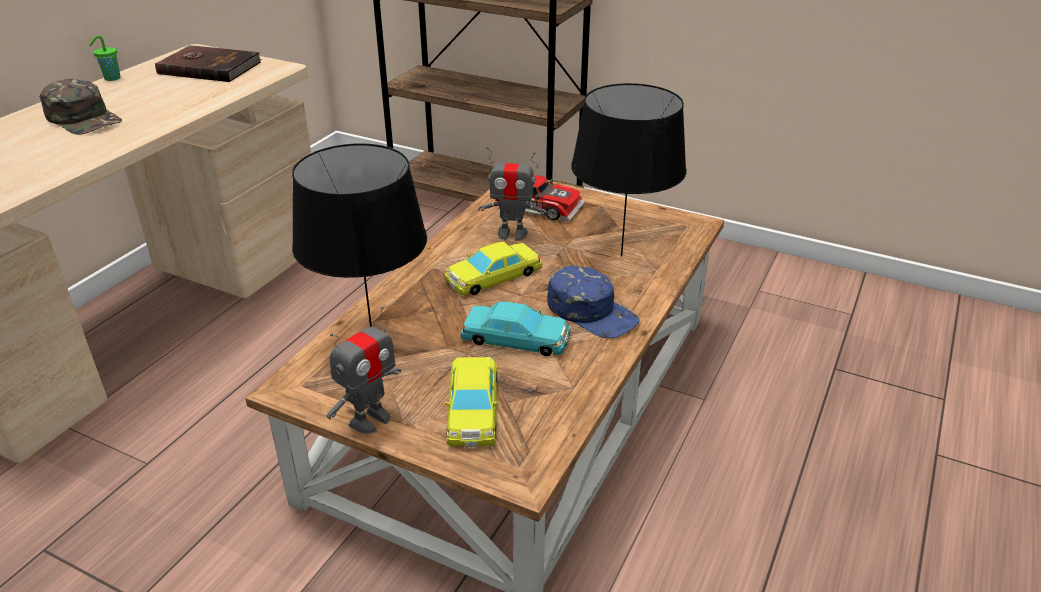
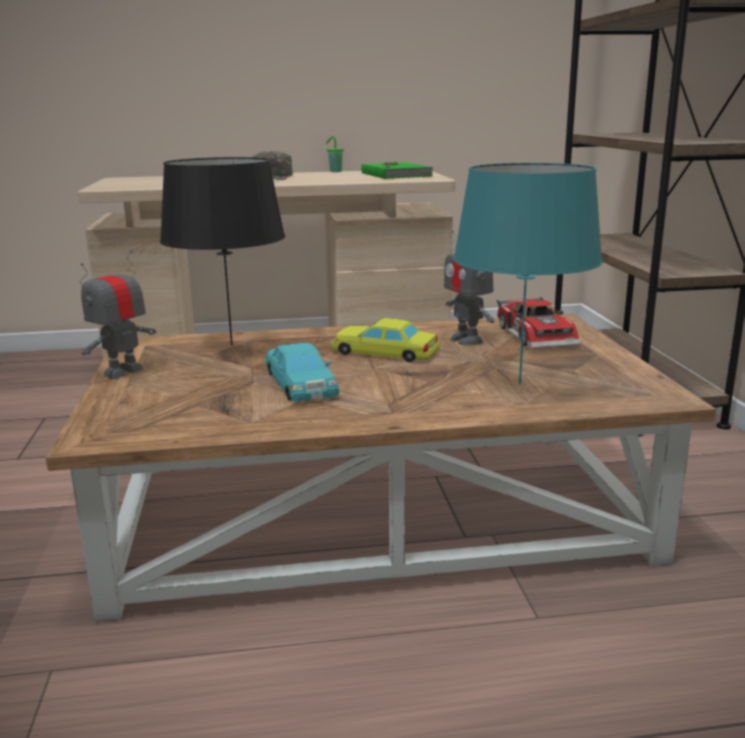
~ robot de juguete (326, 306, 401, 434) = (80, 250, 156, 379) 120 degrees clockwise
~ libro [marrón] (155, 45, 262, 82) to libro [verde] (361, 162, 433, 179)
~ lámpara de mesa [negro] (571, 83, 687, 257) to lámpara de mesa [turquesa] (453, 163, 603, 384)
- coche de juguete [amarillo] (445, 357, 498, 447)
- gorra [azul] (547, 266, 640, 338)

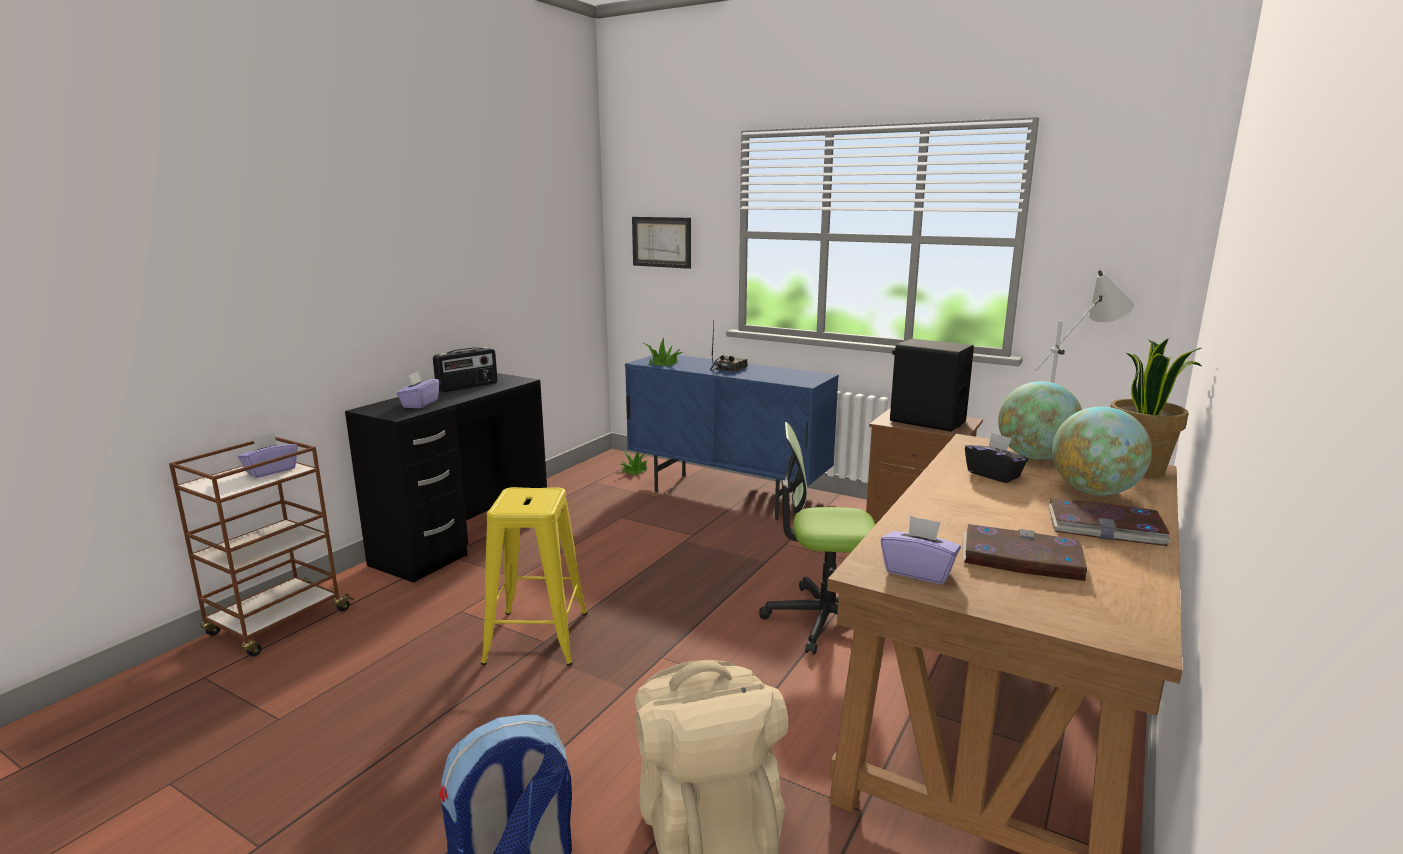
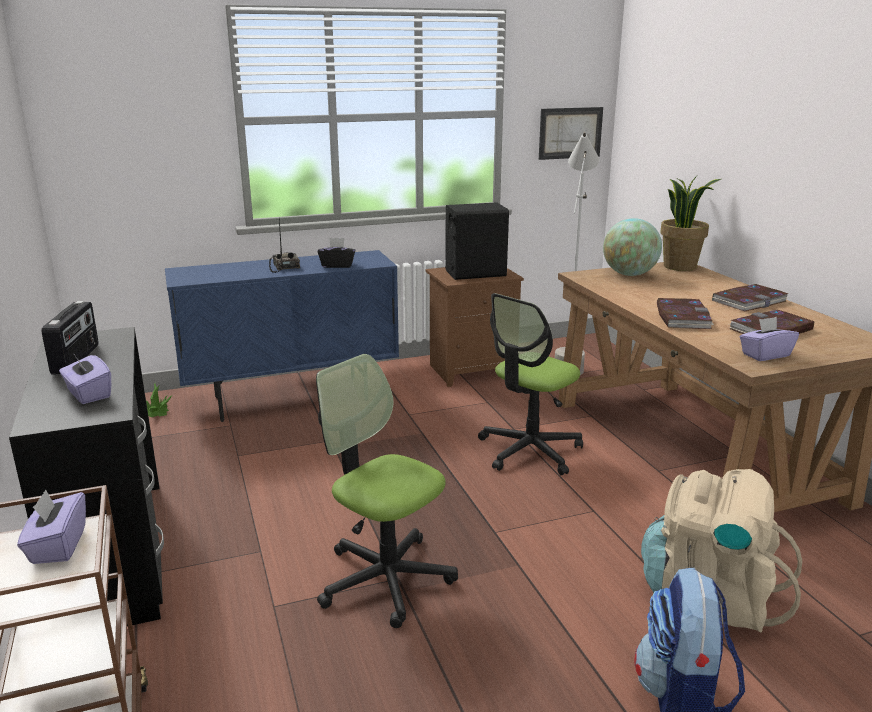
~ taburete [amarillo] (481, 487, 587, 666) to silla de oficina (316, 354, 458, 628)
~ caja de pañuelos [negro] (965, 433, 1028, 483) to (318, 238, 355, 268)
~ cuadro (632, 217, 691, 269) to (539, 107, 603, 160)
+ libro (657, 298, 714, 329)
- planta en maceta (642, 337, 683, 366)
- globo terráqueo (1052, 407, 1152, 495)

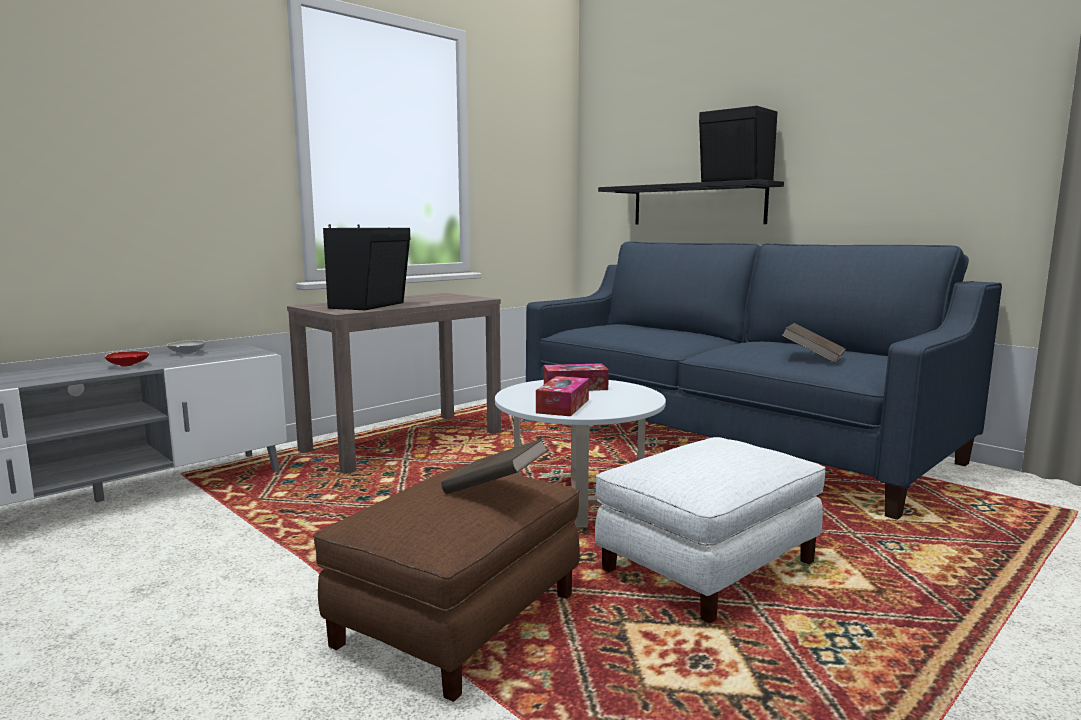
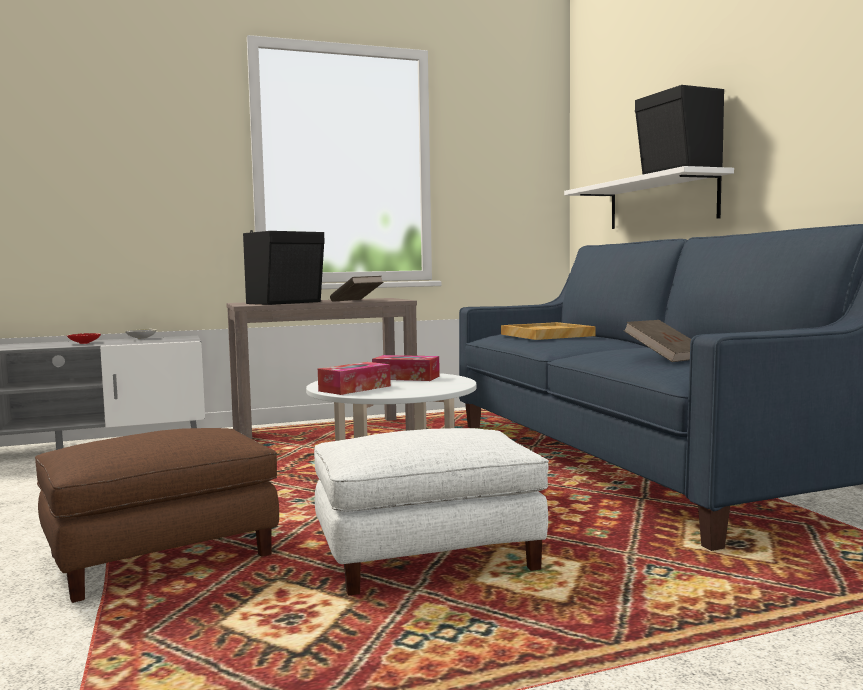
~ libro [marrón] (441, 439, 547, 494) to (330, 276, 383, 302)
+ bandeja [beis] (501, 322, 596, 340)
~ estante [negro] (598, 179, 784, 224) to estante [blanco] (564, 166, 734, 229)

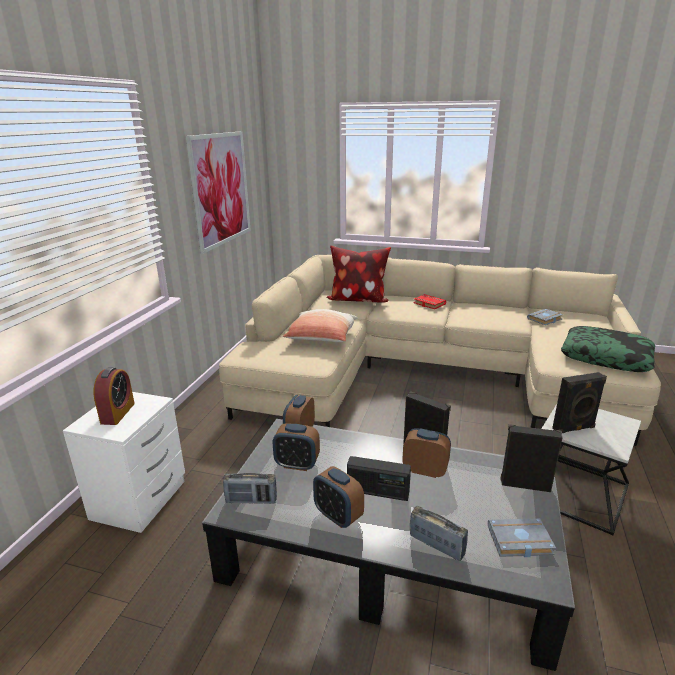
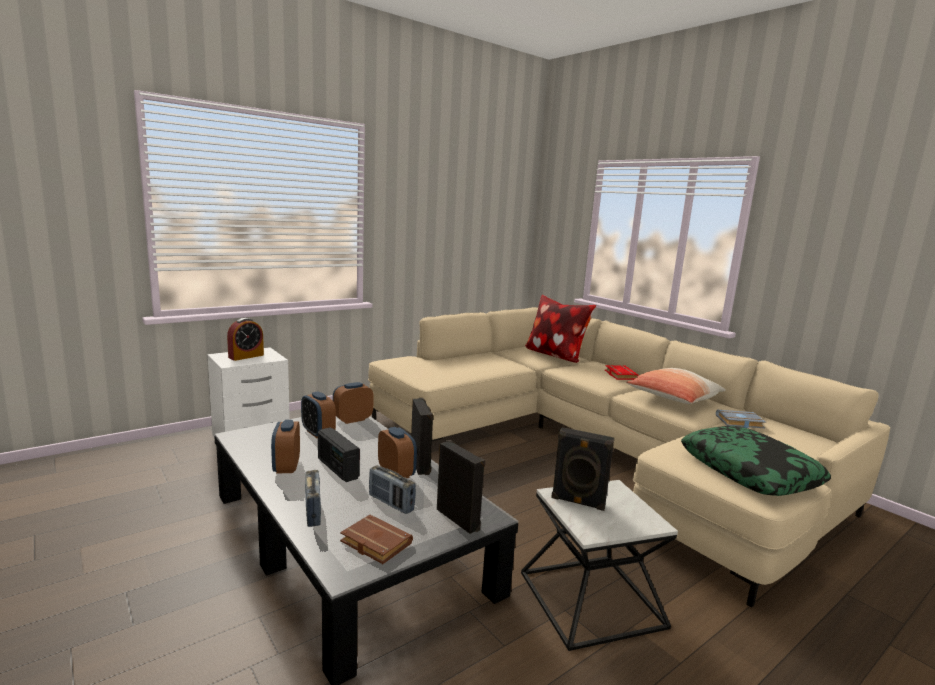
~ libro [gris] (488, 518, 556, 557) to libro [marrón] (340, 515, 413, 564)
~ radio (223, 473, 277, 504) to (369, 465, 416, 514)
~ cojín (283, 309, 358, 342) to (626, 368, 726, 404)
- cuadro (186, 131, 251, 254)

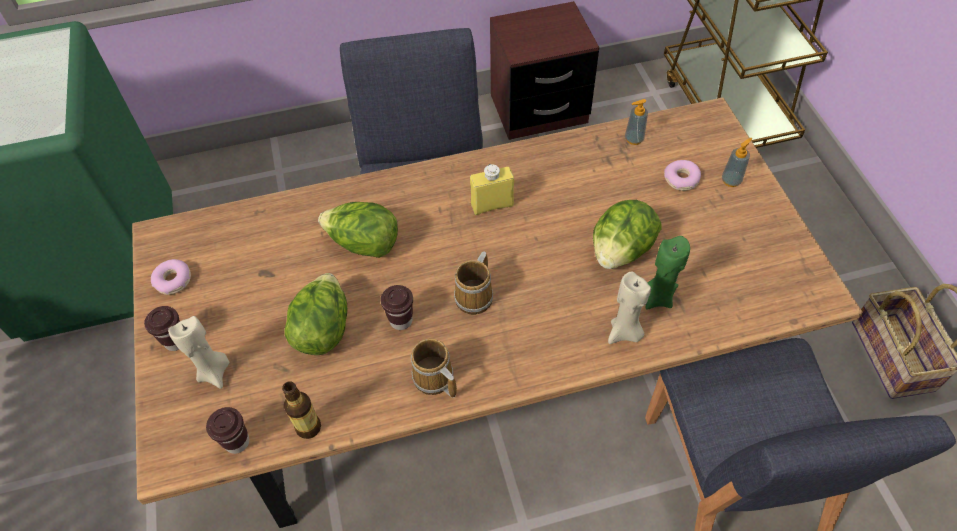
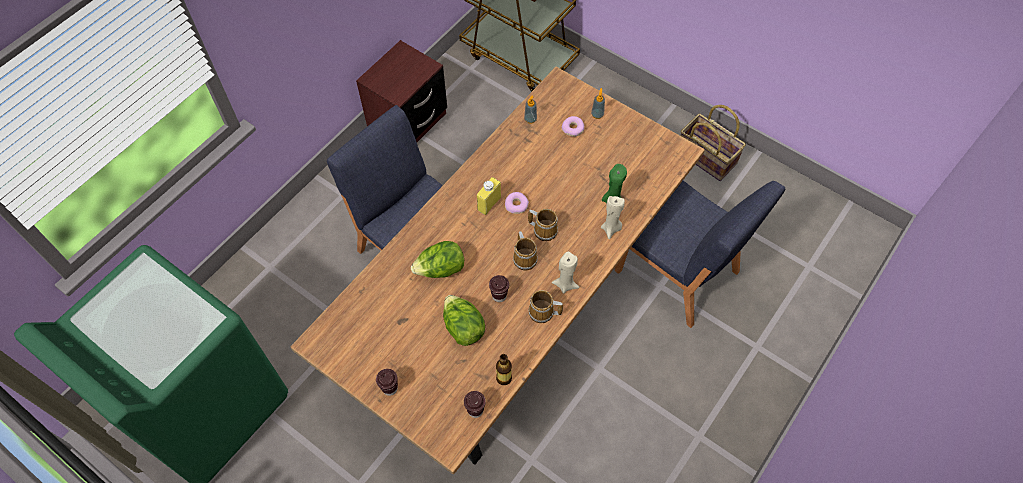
~ rosquilla (151, 259, 191, 295) to (505, 192, 529, 214)
+ taza grande (528, 209, 558, 241)
~ vela [beis] (168, 316, 229, 389) to (552, 252, 579, 294)
- lechuga (593, 200, 662, 269)

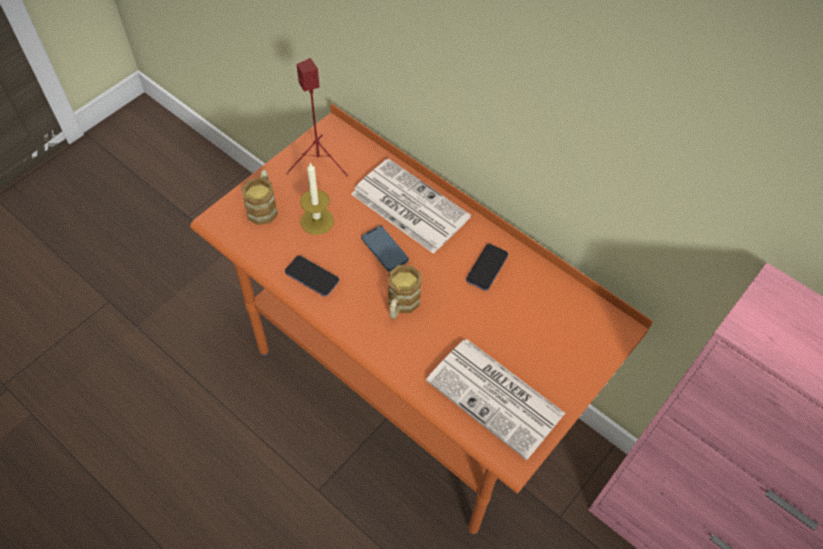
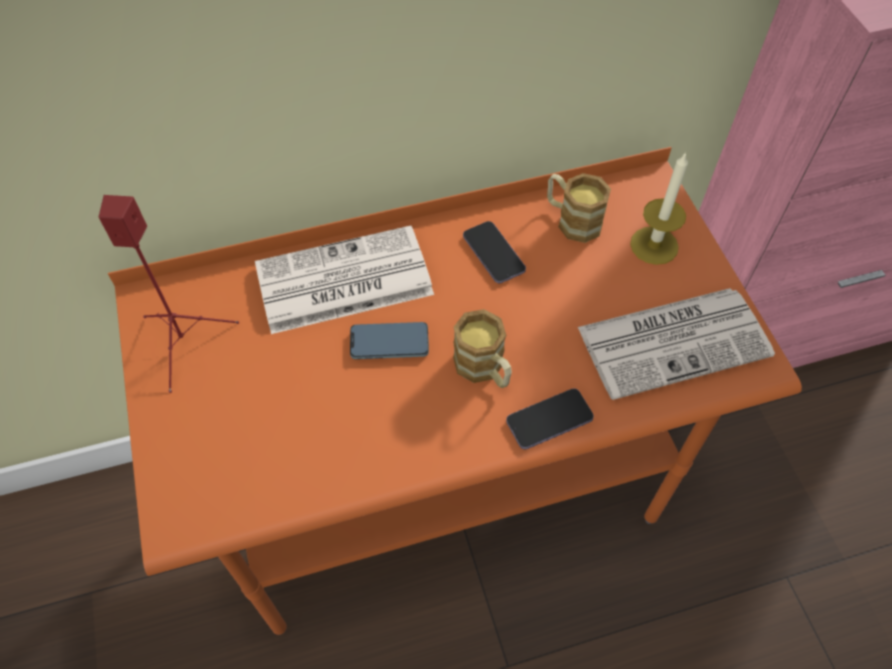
~ móvil (285, 256, 339, 297) to (506, 389, 594, 449)
~ taza grande (241, 170, 278, 225) to (547, 173, 611, 243)
~ vela (300, 163, 334, 235) to (630, 152, 688, 265)

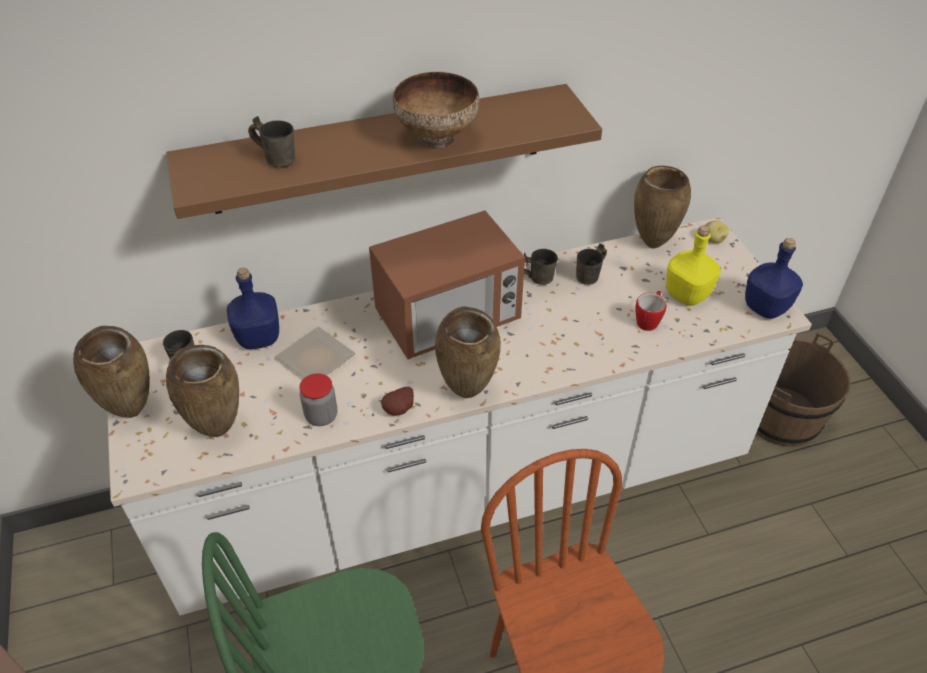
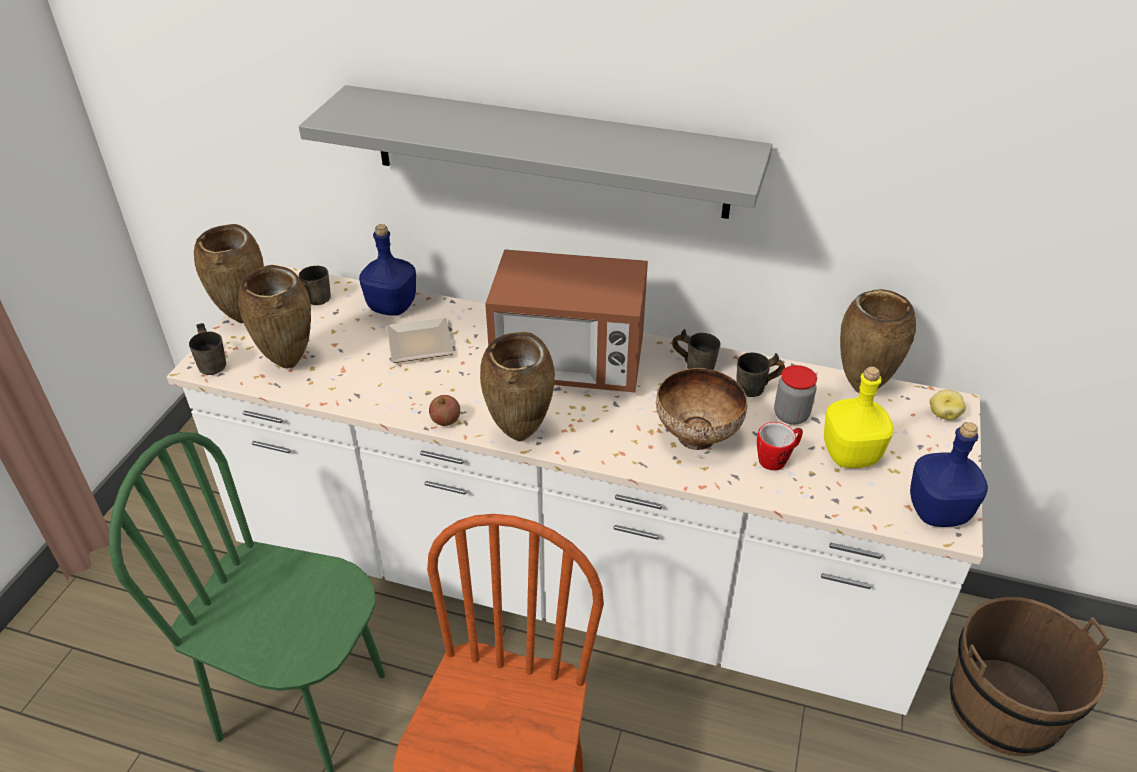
~ taza grande [gris] (248, 116, 295, 167) to (189, 323, 226, 375)
~ estante [marrón] (166, 84, 602, 219) to estante [gris] (299, 85, 773, 219)
~ patata (381, 387, 414, 416) to manzana (429, 395, 460, 426)
~ cuenco (393, 72, 479, 149) to (656, 368, 747, 450)
~ tarro (299, 373, 337, 426) to (774, 365, 817, 425)

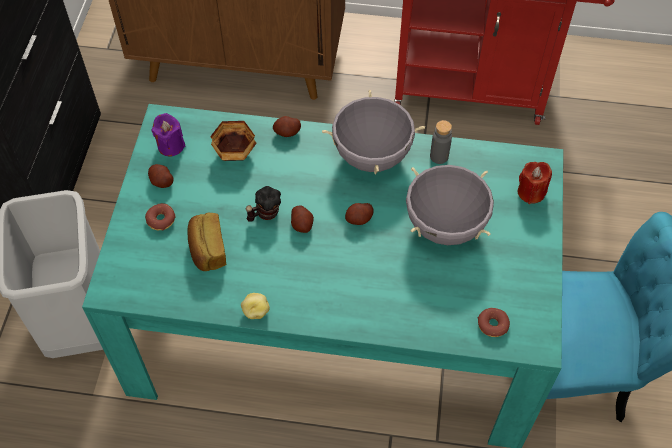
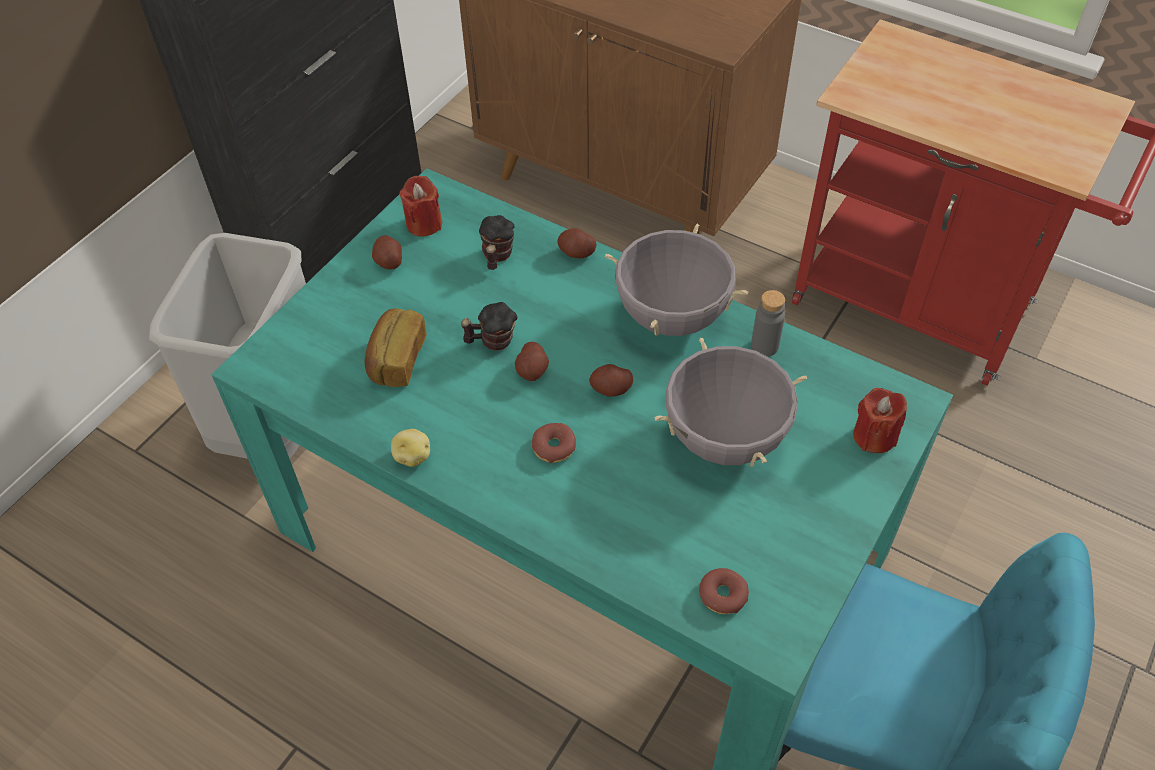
~ vela [morado] (151, 113, 185, 157) to vela [rojo] (399, 176, 442, 237)
~ cuenco (210, 121, 257, 161) to taza grande (479, 215, 515, 270)
~ rosquilla (145, 203, 175, 230) to (532, 423, 576, 463)

